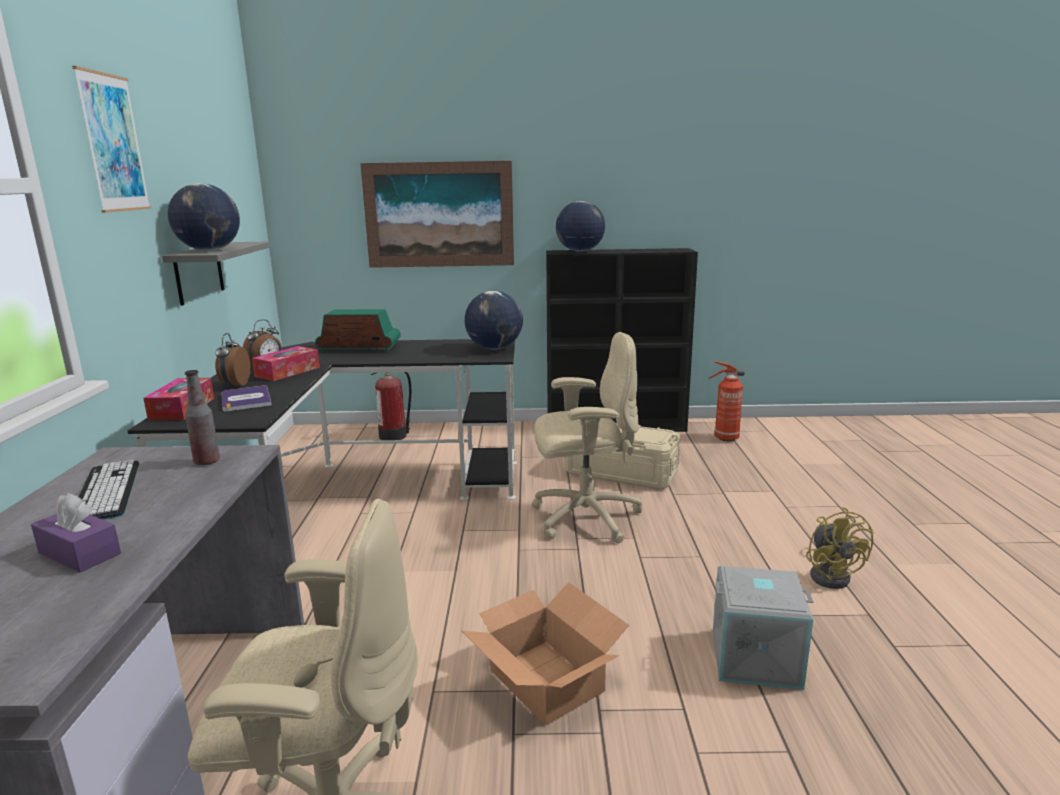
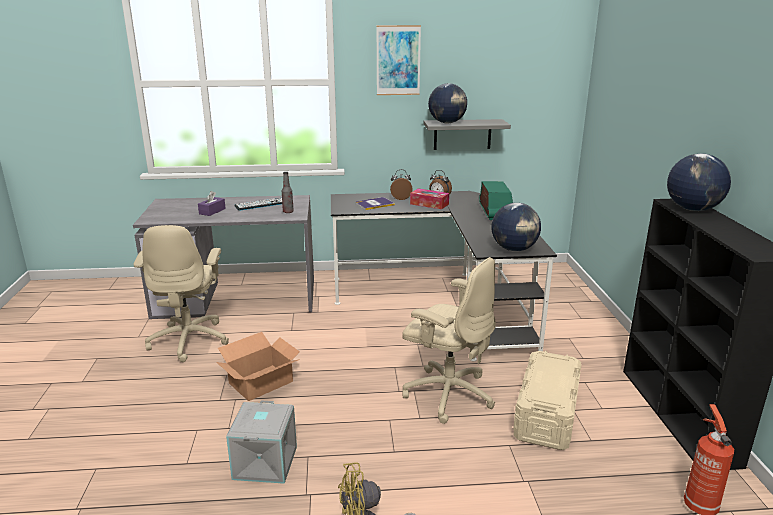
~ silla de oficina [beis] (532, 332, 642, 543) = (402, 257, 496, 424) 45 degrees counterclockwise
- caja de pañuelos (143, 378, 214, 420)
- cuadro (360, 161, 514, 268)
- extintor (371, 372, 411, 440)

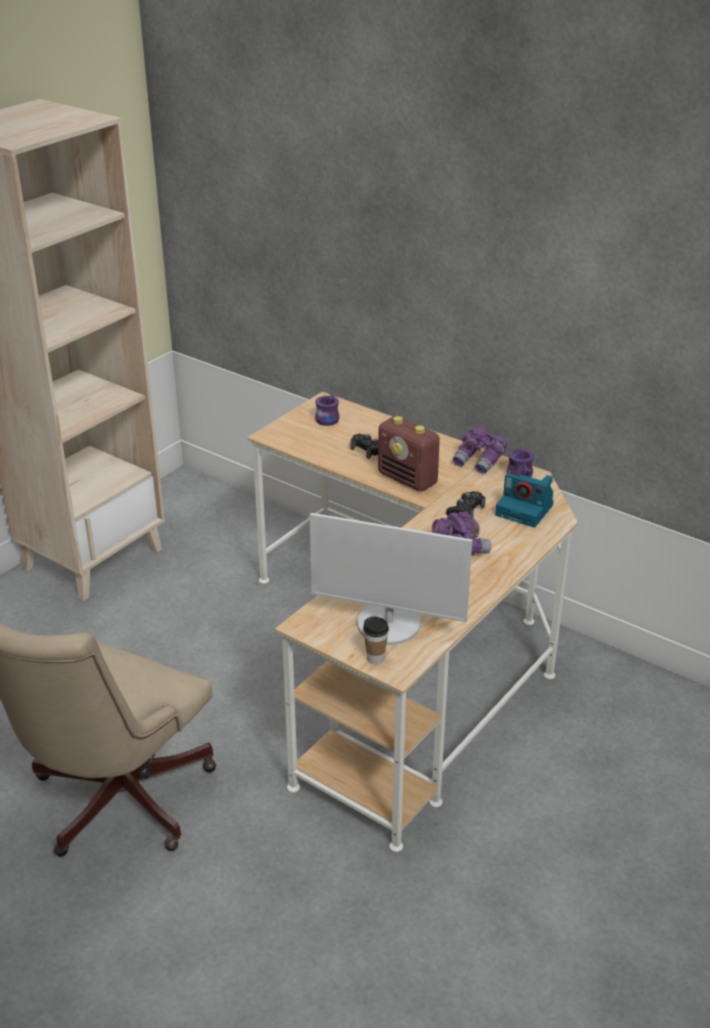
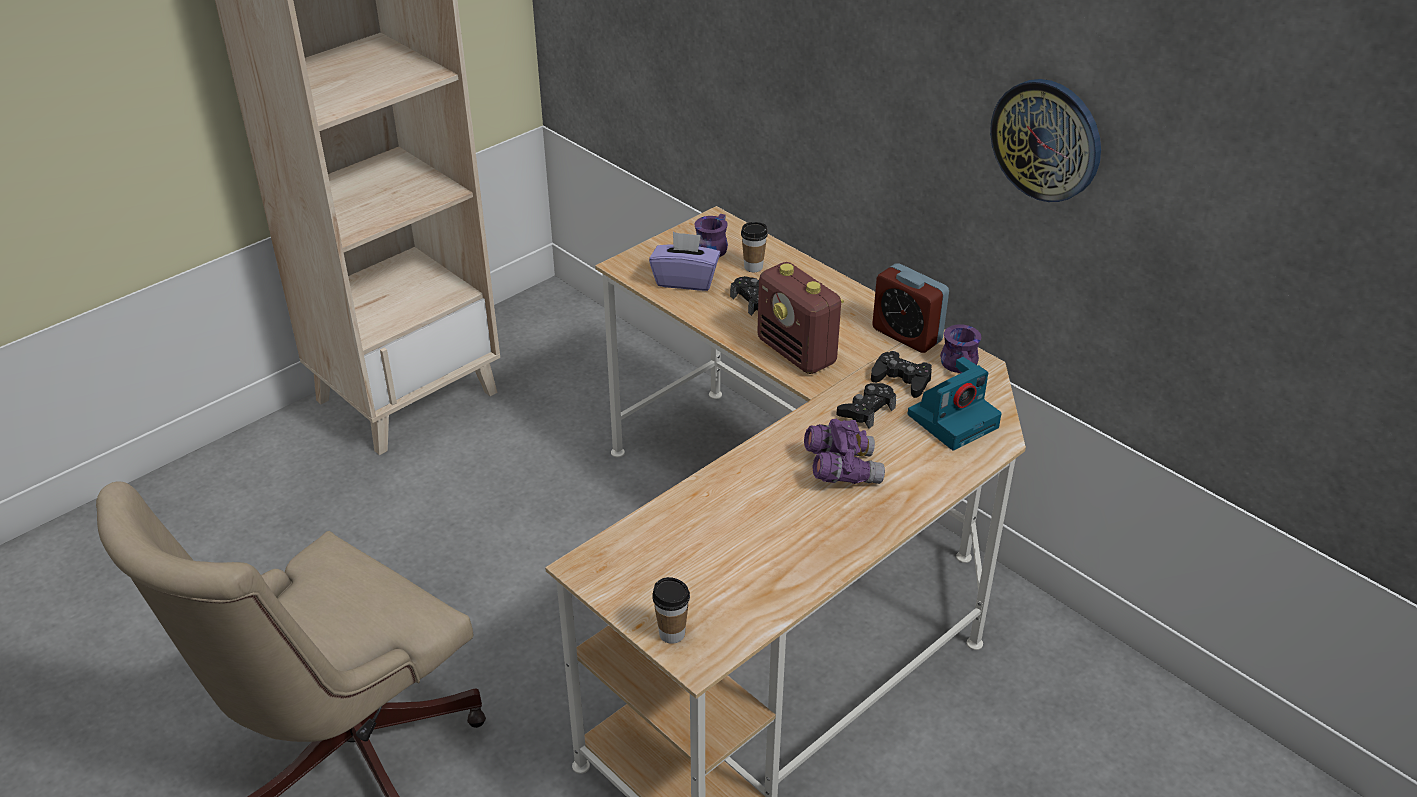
+ caja de pañuelos [morado] (649, 232, 720, 291)
+ taza (741, 222, 768, 272)
+ mando de consola [negro] (871, 351, 932, 398)
~ prismáticos [morado] (453, 427, 508, 474) to despertador (872, 263, 949, 353)
~ cámara (495, 473, 553, 528) = (908, 357, 1002, 451) 75 degrees counterclockwise
+ reloj de pared (990, 79, 1101, 202)
- monitor (310, 513, 472, 645)

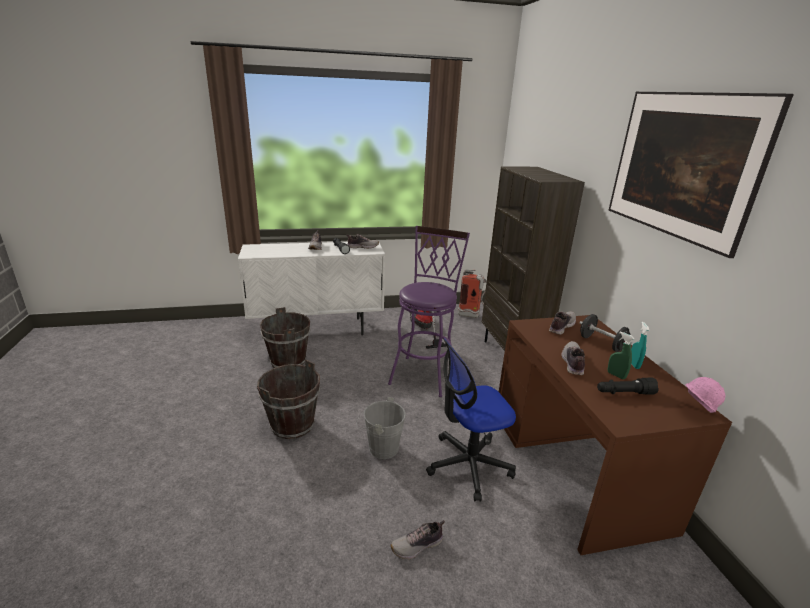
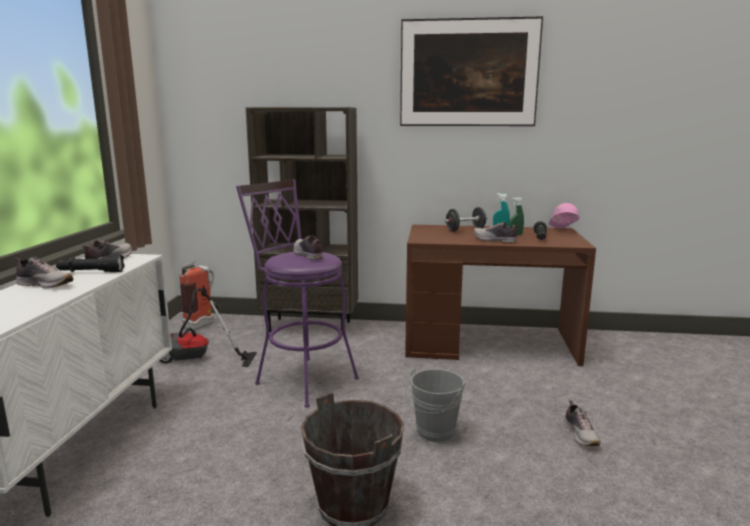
~ zapato (549, 311, 576, 335) to (294, 235, 324, 260)
- cubo [marrón] (260, 307, 311, 368)
- silla de oficina (426, 338, 516, 502)

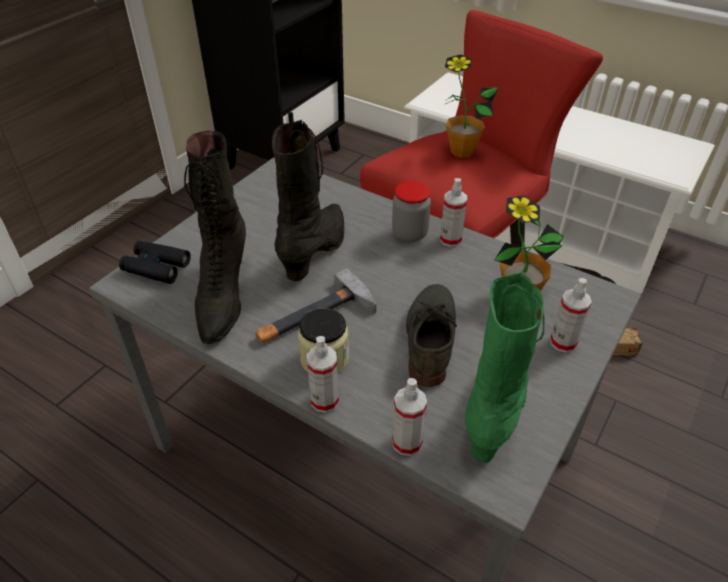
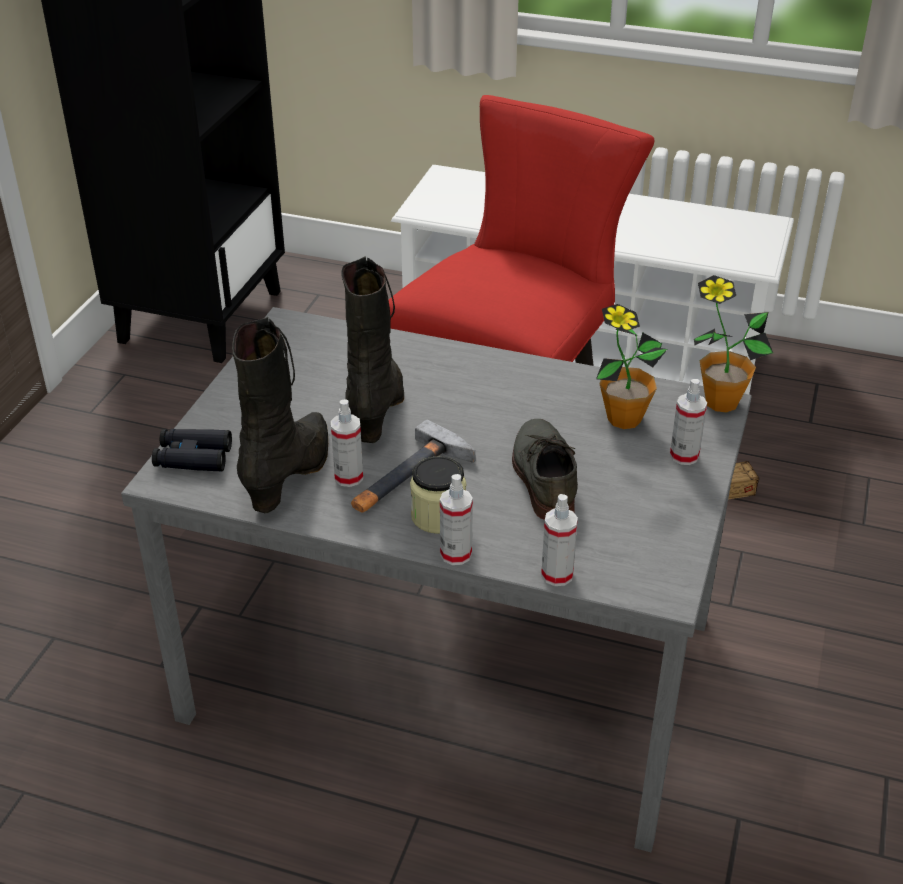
~ bota [negro] (184, 131, 246, 344) = (232, 317, 328, 514) 150 degrees counterclockwise
~ pulverizador (440, 178, 467, 247) to (331, 400, 363, 487)
~ planta en maceta (445, 54, 498, 158) to (694, 275, 773, 413)
- tarro (392, 181, 431, 242)
- bota [verde] (465, 271, 545, 463)

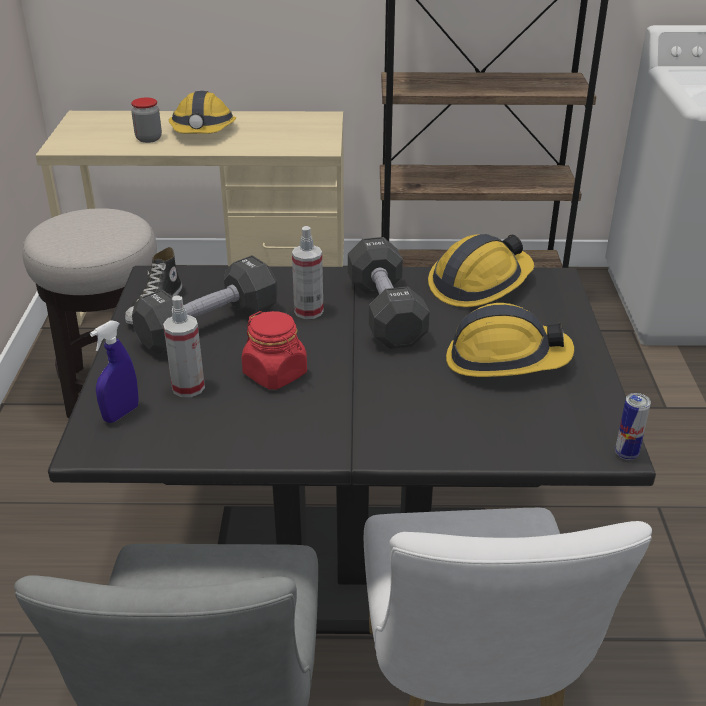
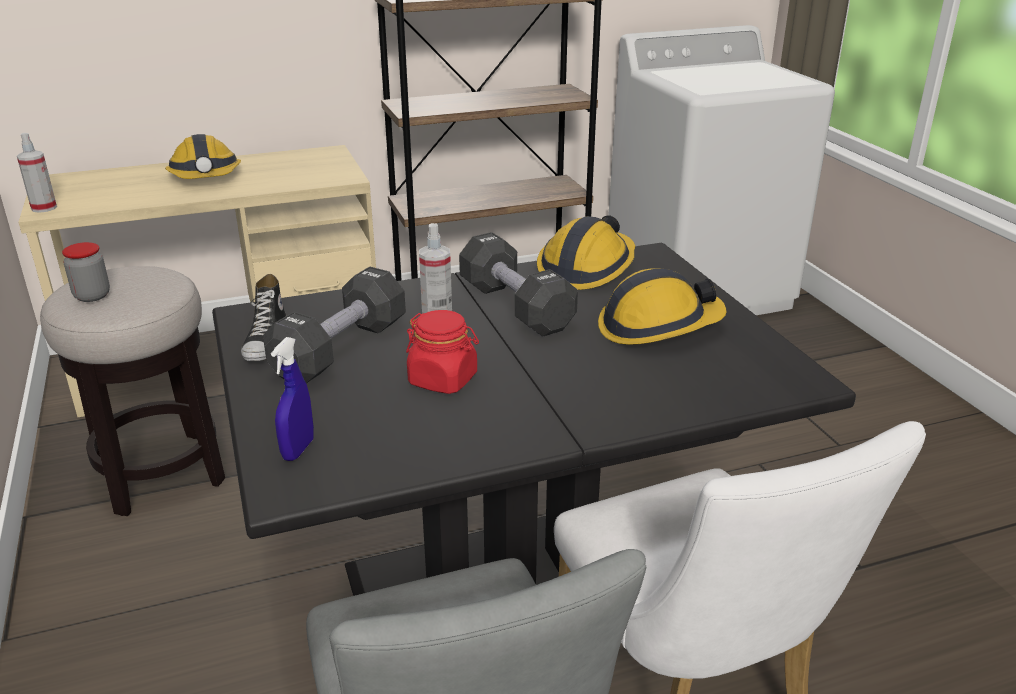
~ pulverizador (163, 295, 205, 397) to (17, 133, 57, 213)
~ tarro (131, 97, 162, 143) to (62, 242, 110, 302)
- lata (615, 393, 651, 460)

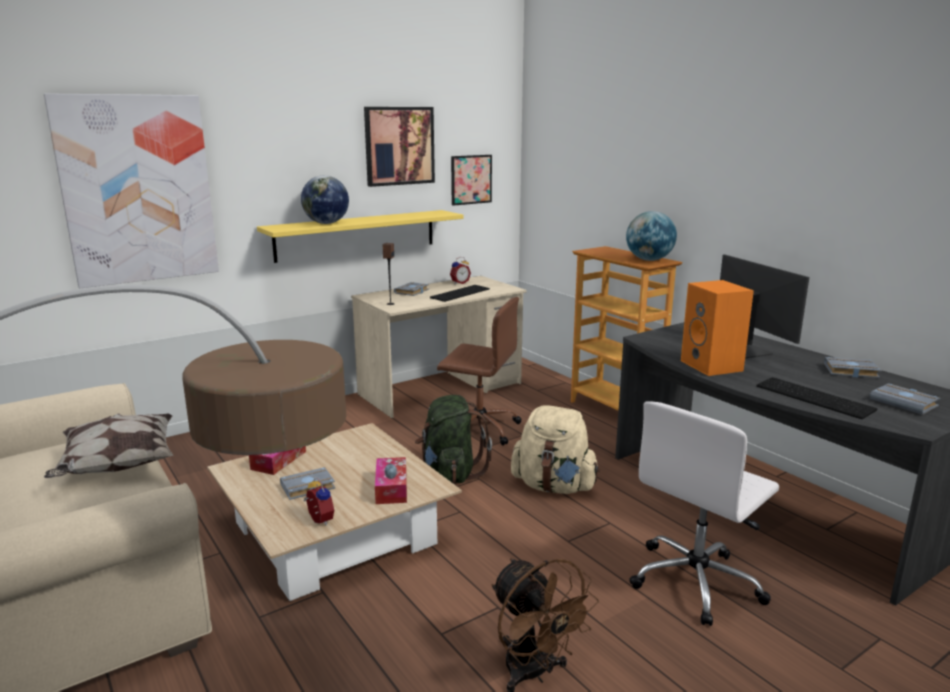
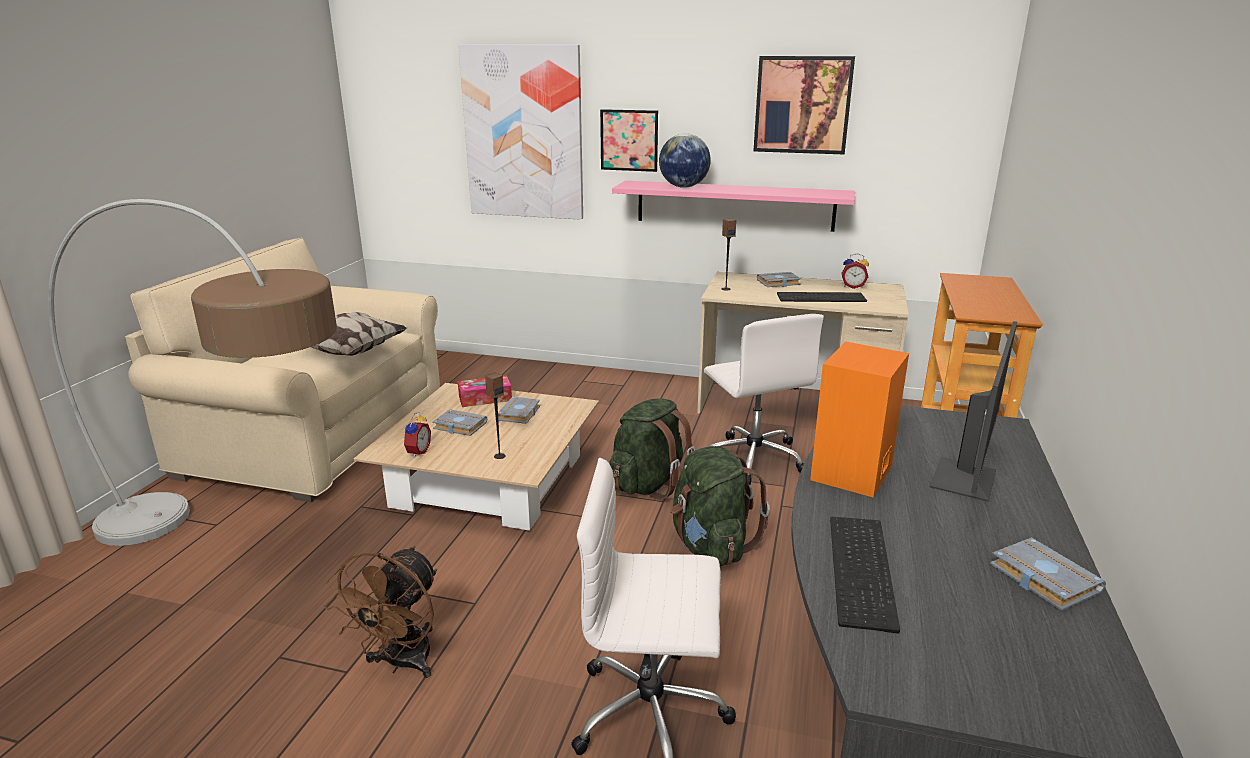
~ caja de pañuelos (375, 457, 407, 504) to altavoz (485, 372, 505, 459)
~ libro [gris] (870, 383, 940, 415) to (498, 397, 540, 424)
~ cuadro (451, 155, 492, 206) to (600, 109, 658, 172)
~ estante [amarillo] (257, 210, 464, 263) to estante [rosa] (612, 181, 855, 232)
~ mochila [beis] (511, 405, 600, 494) to mochila [verde] (670, 446, 770, 566)
~ silla de oficina [marrón] (437, 297, 522, 446) to silla de oficina [blanco] (704, 314, 824, 485)
- globo terráqueo (626, 211, 677, 261)

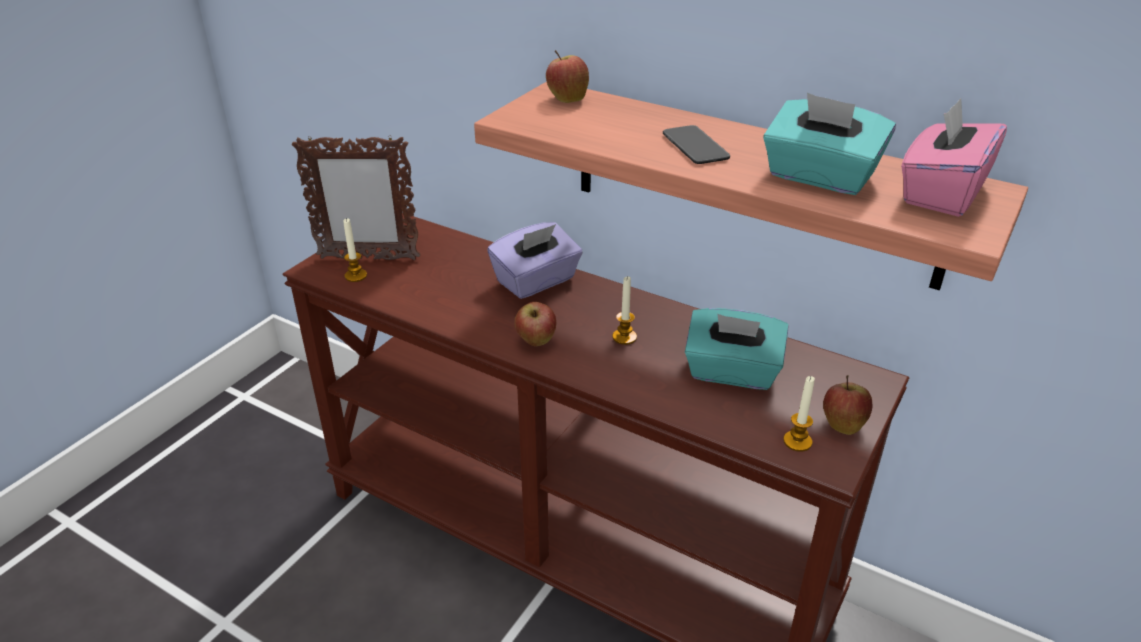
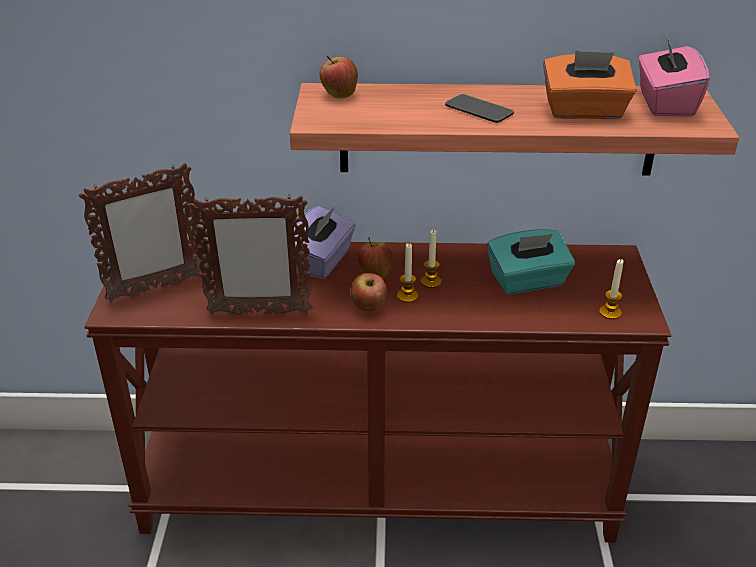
+ portarretratos (188, 196, 313, 314)
~ manzana (823, 375, 872, 435) to (358, 237, 392, 279)
~ vela (343, 218, 367, 282) to (397, 243, 418, 303)
~ caja de pañuelos [turquesa] (763, 93, 896, 195) to caja de pañuelos [naranja] (543, 51, 636, 119)

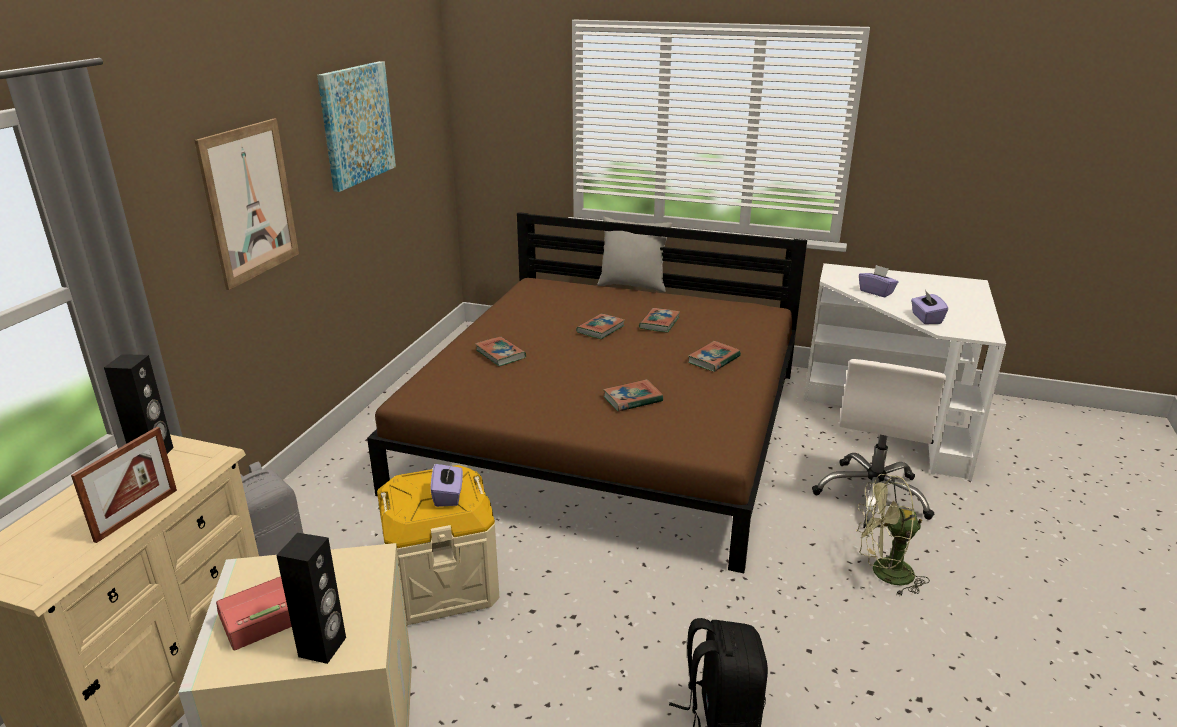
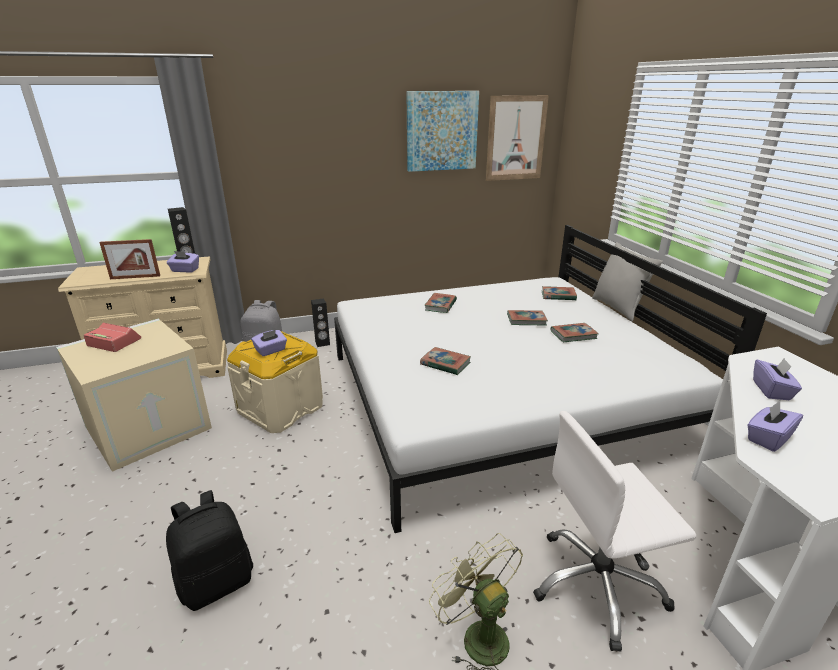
+ caja de pañuelos [morado] (167, 251, 199, 273)
~ altavoz [negro] (276, 533, 346, 664) to (311, 298, 330, 347)
~ cama [marrón] (367, 212, 807, 573) to cama [blanco] (334, 225, 767, 533)
~ cuadro (194, 119, 299, 290) to (486, 95, 549, 181)
~ libro (688, 341, 741, 372) to (542, 286, 577, 300)

